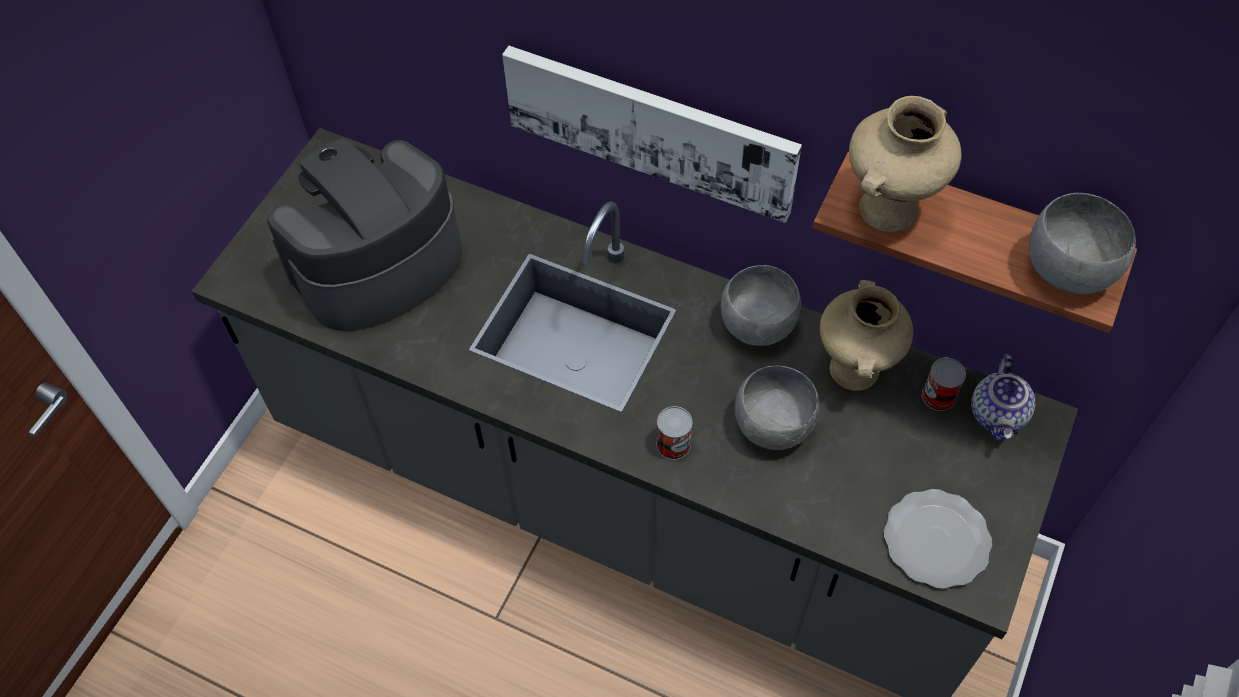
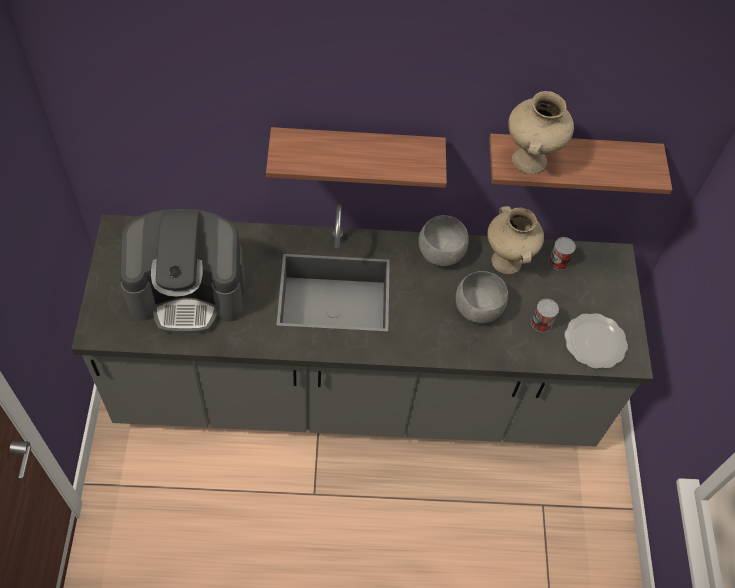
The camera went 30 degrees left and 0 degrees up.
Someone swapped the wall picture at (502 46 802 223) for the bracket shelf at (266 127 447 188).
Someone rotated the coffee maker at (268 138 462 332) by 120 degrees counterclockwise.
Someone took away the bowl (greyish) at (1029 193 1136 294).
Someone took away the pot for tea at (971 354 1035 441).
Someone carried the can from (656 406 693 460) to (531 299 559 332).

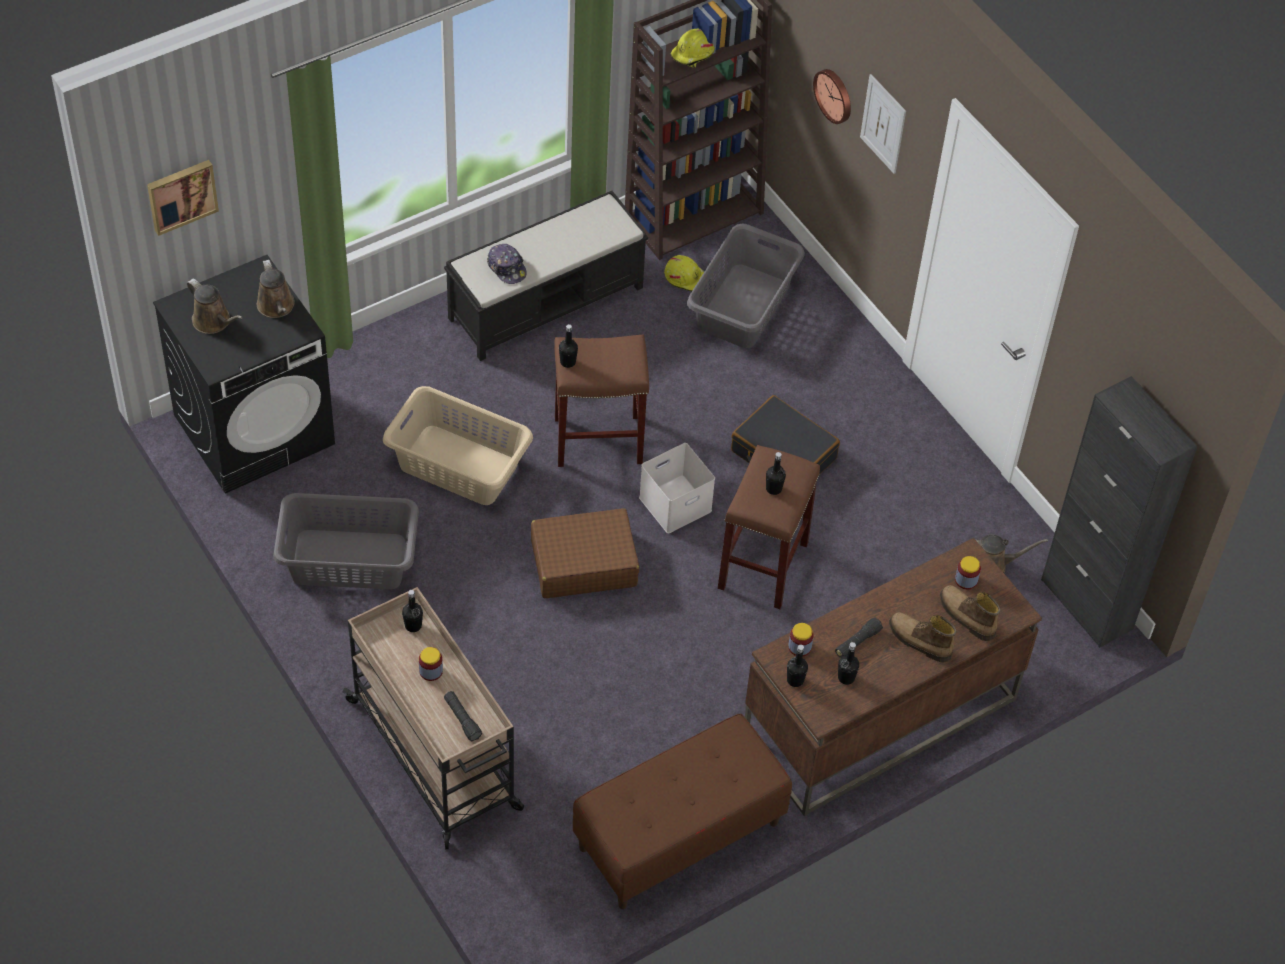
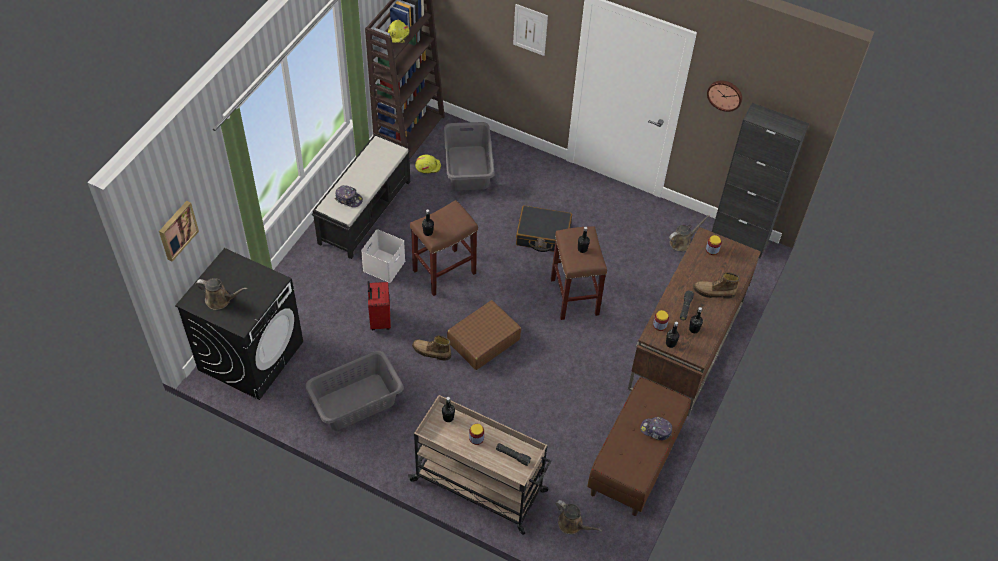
The camera went 30 degrees left and 0 degrees up.
Someone carried the wall clock from (813 69 851 124) to (707 81 742 112).
Someone carried the watering pot (brown) from (257 260 295 318) to (555 500 602 534).
Someone swapped the washing basket (beige-coloured) at (383 386 533 505) for the suitcase (red-coloured) at (368 281 391 330).
Someone carried the storage box (white) from (639 443 715 533) to (361 229 405 283).
Someone carried the high-top boot from (940 585 1001 641) to (412 336 451 360).
Someone put down the baseball cap at (640 417 672 440).

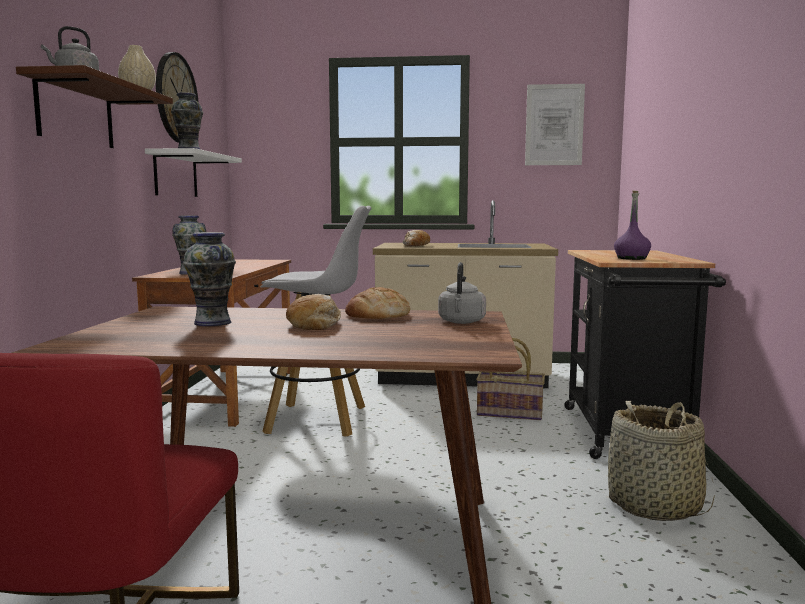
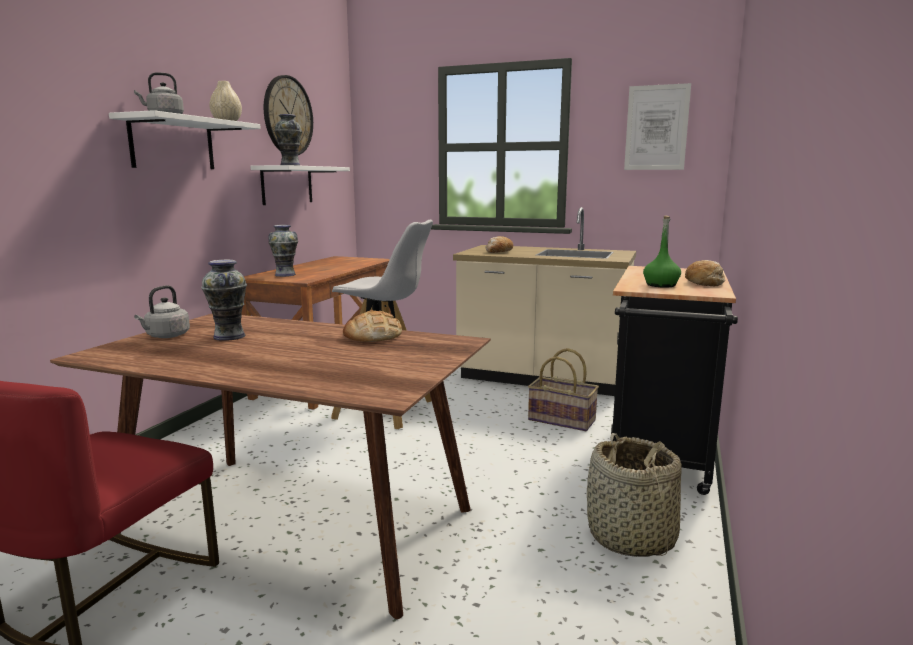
The camera went 15 degrees right and 5 degrees up.
Someone repainted the bracket shelf (brown) at (16 65 173 148), which became the bracket shelf (white) at (109 110 261 169).
Someone repainted the beverage bottle (purple-coloured) at (614 191 651 260), which became the beverage bottle (greenish) at (643 216 681 288).
Someone carried the kettle (greyish) from (438 262 486 324) to (134 285 190 338).
Someone carried the bread from (286 294 341 330) to (685 260 725 286).

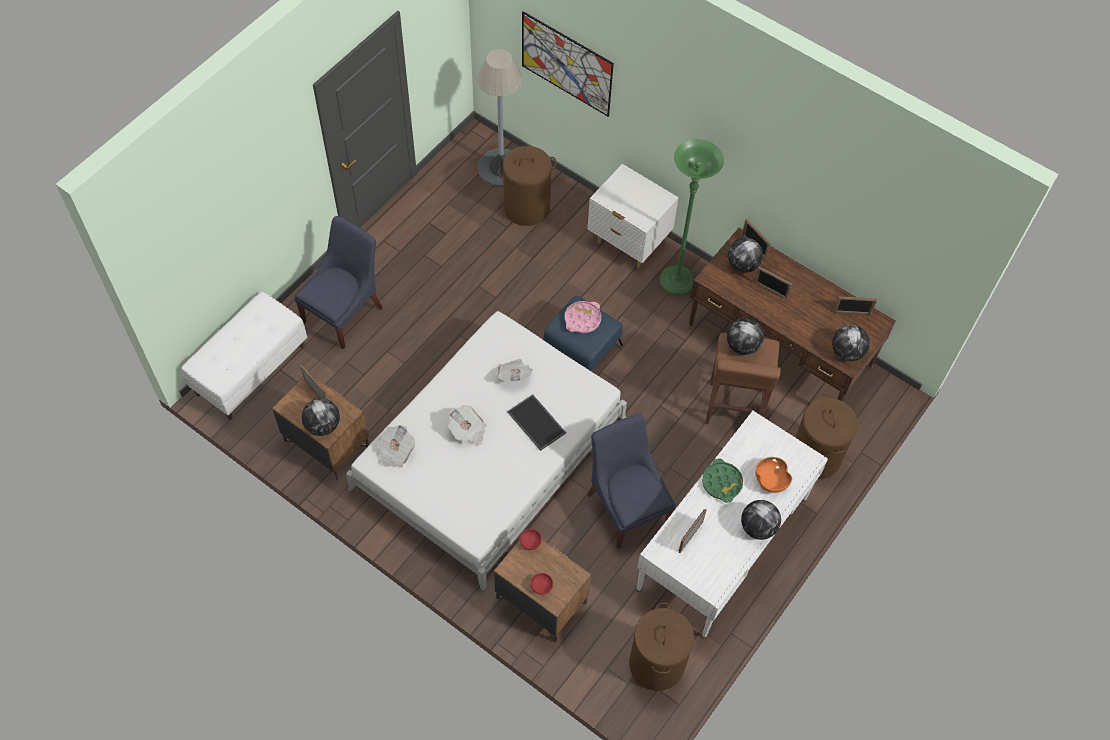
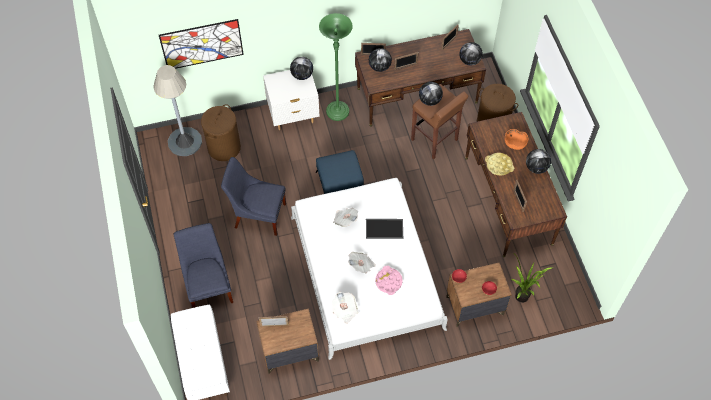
The camera went 50 degrees left and 0 degrees up.
Someone carried the carrying tray (pinkish) from (565 301 601 333) to (375 266 403 295).
Someone carried the desk globe from (302 398 340 436) to (290 57 313 80).
Someone repainted the desk table (white) at (636 411 828 639), which became the desk table (brown) at (465 112 567 257).
Someone carried the upright chair (blue-coloured) from (587 414 676 549) to (221 157 286 236).
Someone repainted the carrying tray (greenish) at (702 459 743 503), which became the carrying tray (yellow-coloured) at (485 153 515 176).
Someone took away the washing basket (brown) at (629 602 694 691).
Someone put down the plant in a pot at (511 256 554 303).

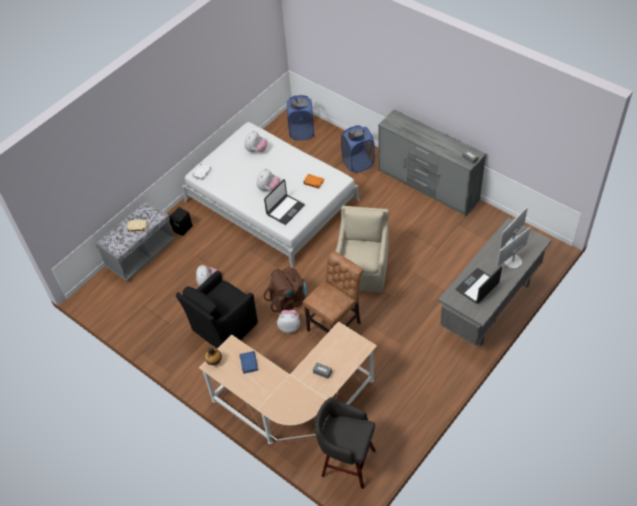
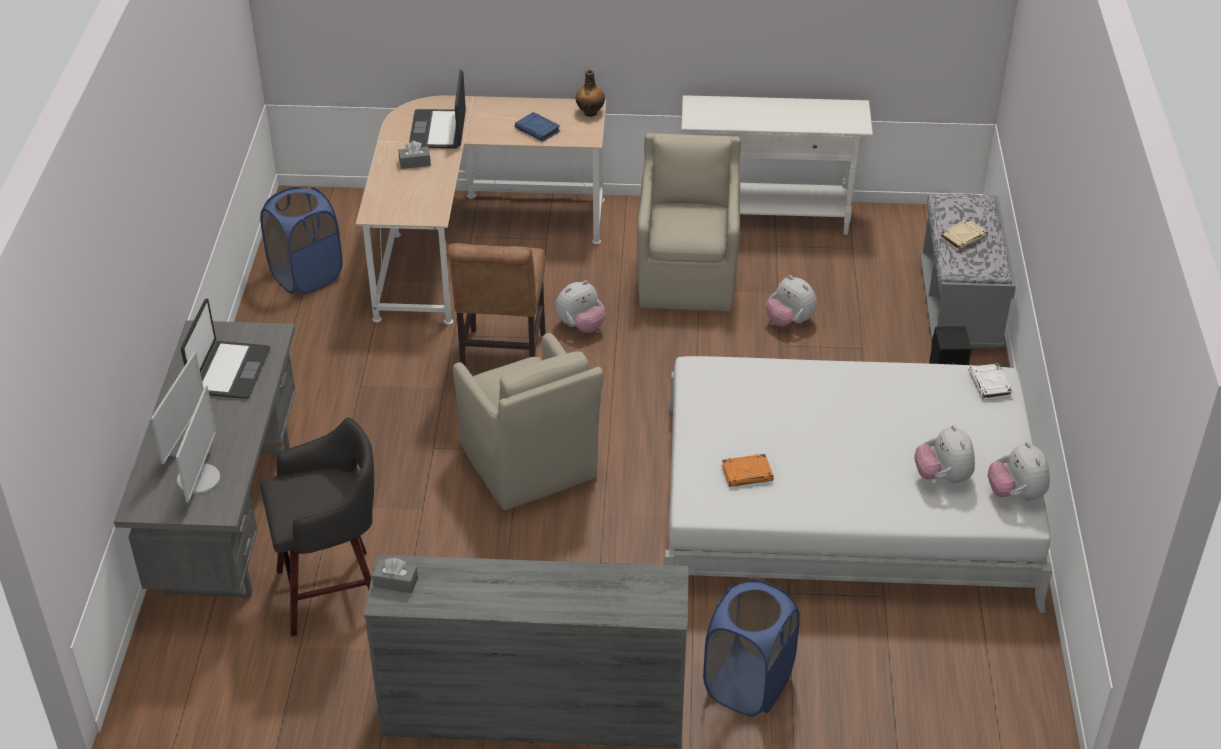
The camera went 140 degrees right and 10 degrees down.
Someone carried the washing basket (blue-coloured) from (287 95 314 140) to (260 187 343 294).
Someone carried the plush toy from (257 169 280 191) to (987 442 1050 501).
Someone carried the notebook computer from (264 179 305 225) to (409 70 466 148).
Someone took away the backpack (brown) at (264 267 307 313).
Someone repainted the easy chair (blackish) at (176 271 258 349), which became the easy chair (beige-coloured) at (637 133 741 311).
Someone carried the stool seat (greyish) from (315 397 376 489) to (260 417 374 637).
Someone put down the hall table (white) at (681 95 873 235).

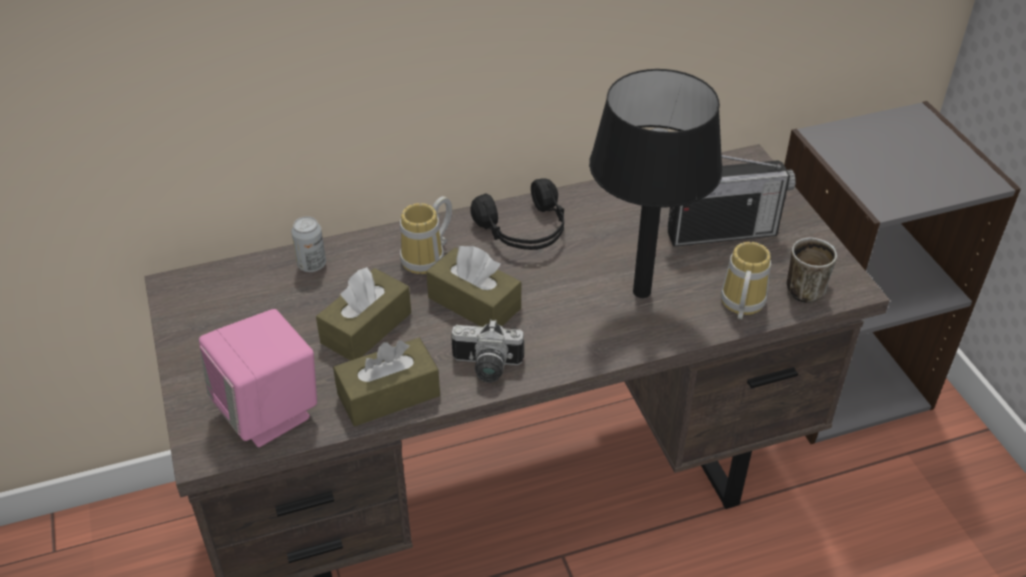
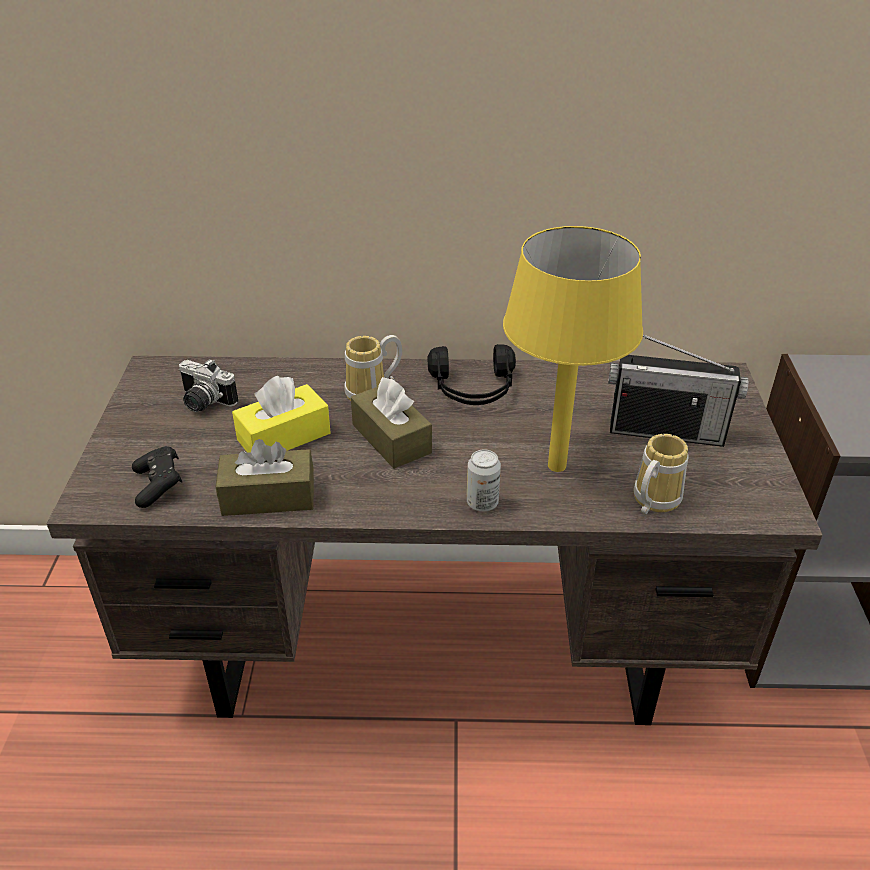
The camera went 20 degrees right and 5 degrees down.
Someone repainted the lamp for a table (blackish) at (589 69 723 298), which became the lamp for a table (yellow-coloured) at (503 226 643 472).
Someone carried the can from (291 216 326 272) to (467 449 501 512).
Someone took away the mug at (787 237 837 303).
Someone repainted the tissue holder (brown) at (316 267 411 361), which became the tissue holder (yellow-coloured) at (232 376 331 453).
Someone swapped the speaker (pinkish) at (199 309 317 447) for the joypad (blackish) at (132 446 182 508).
Someone carried the still camera from (451 319 524 383) to (178 359 238 412).

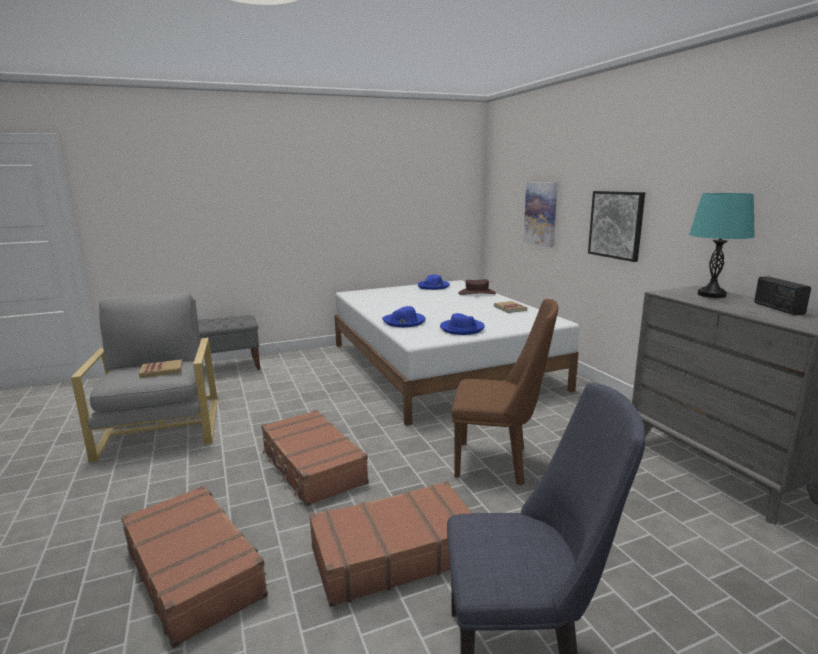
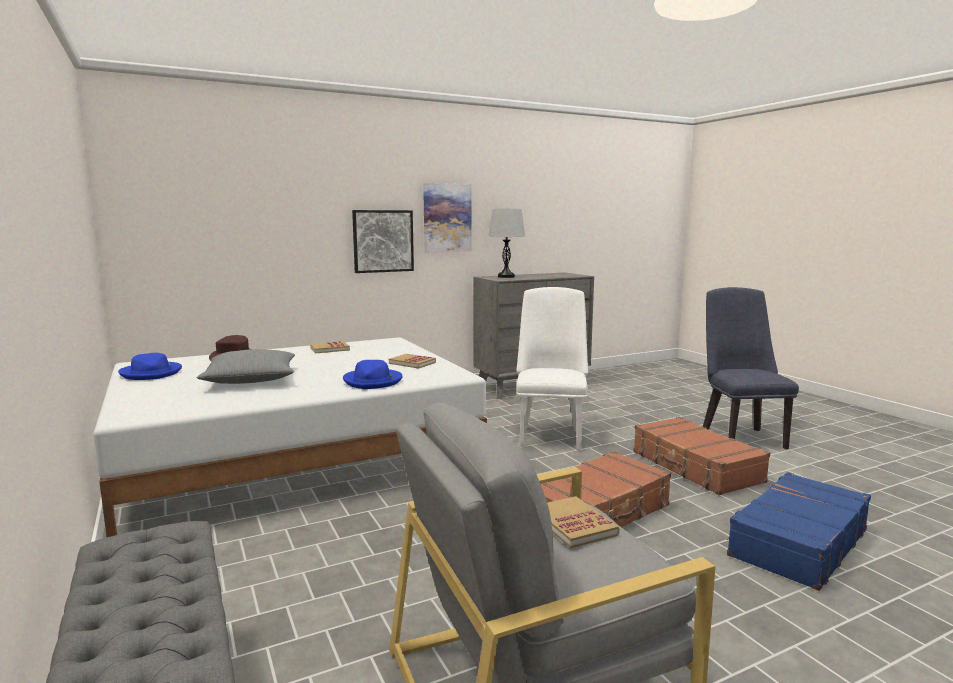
The camera went 95 degrees left and 5 degrees down.
Someone carried the wall picture from (523 182 558 247) to (423 183 471 252).
Someone repainted the lamp for a table (turquoise) at (689 193 755 298), which became the lamp for a table (greyish) at (488 209 526 278).
Someone took away the radio at (754 276 811 315).
Someone repainted the upright chair (brown) at (452 299 558 486), which became the upright chair (white) at (516 287 588 450).
Someone swapped the wearable hat (blue-coloured) at (440 313 485 335) for the book at (389 354 436 369).
Someone repainted the suitcase (brown) at (121 485 268 648), which became the suitcase (blue-coloured) at (727 472 871 591).
Someone put down the pillow (greyish) at (197 349 295 384).

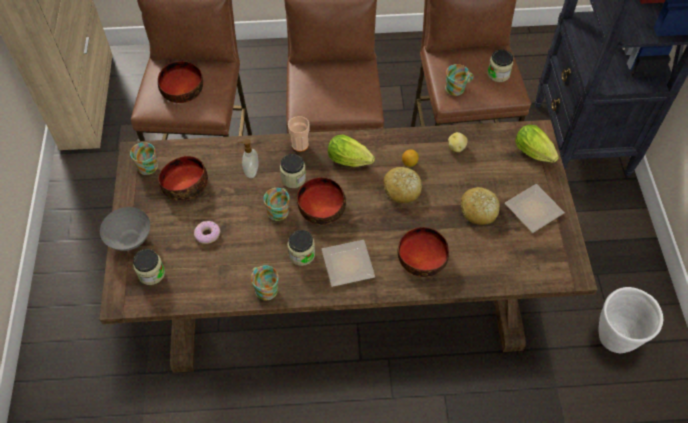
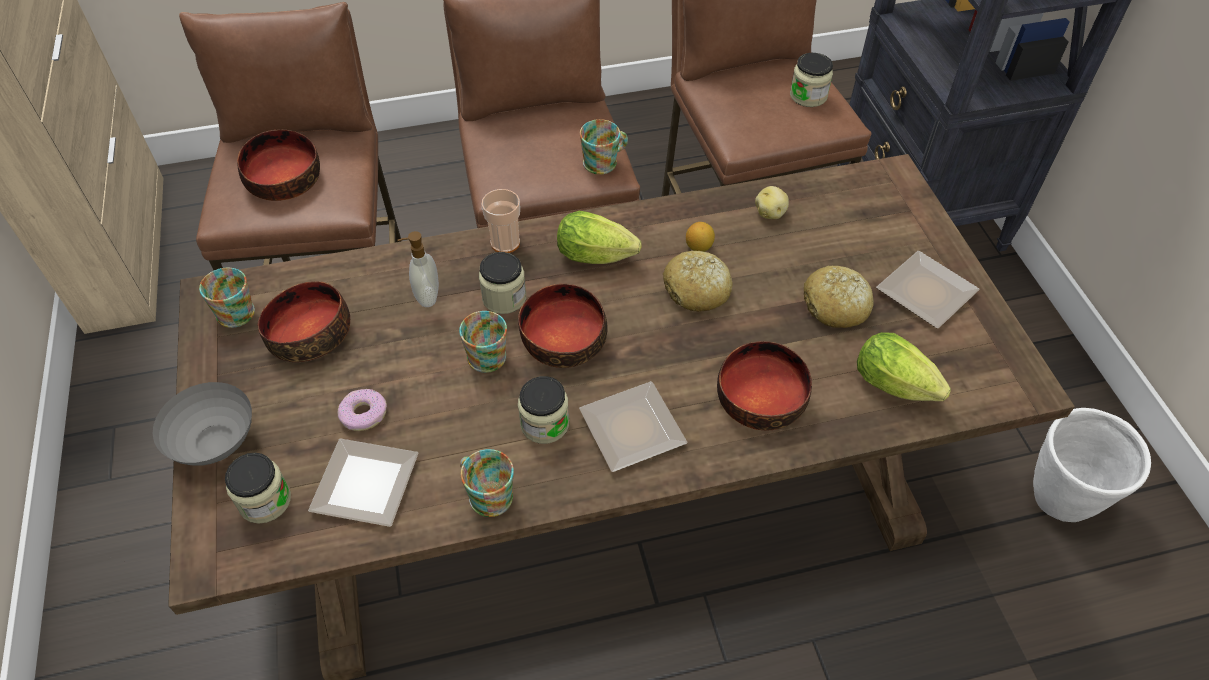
The camera went 10 degrees left and 5 degrees down.
Someone carried the mug from (445 64 473 96) to (580 119 628 175).
Someone carried the lettuce head from (515 125 559 163) to (857 332 951 401).
Someone put down the flat dish at (308 438 418 527).

